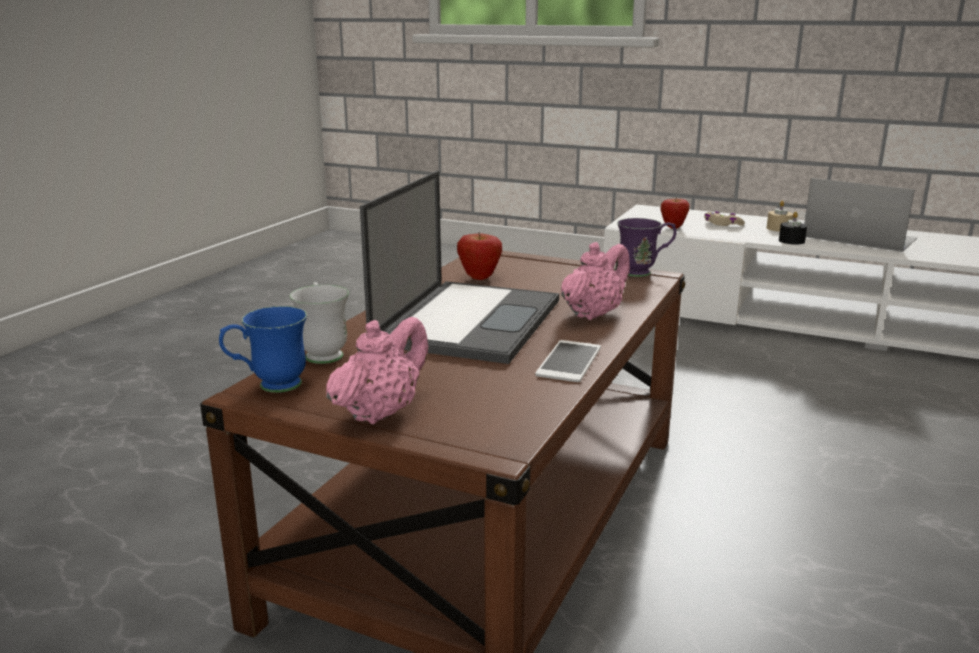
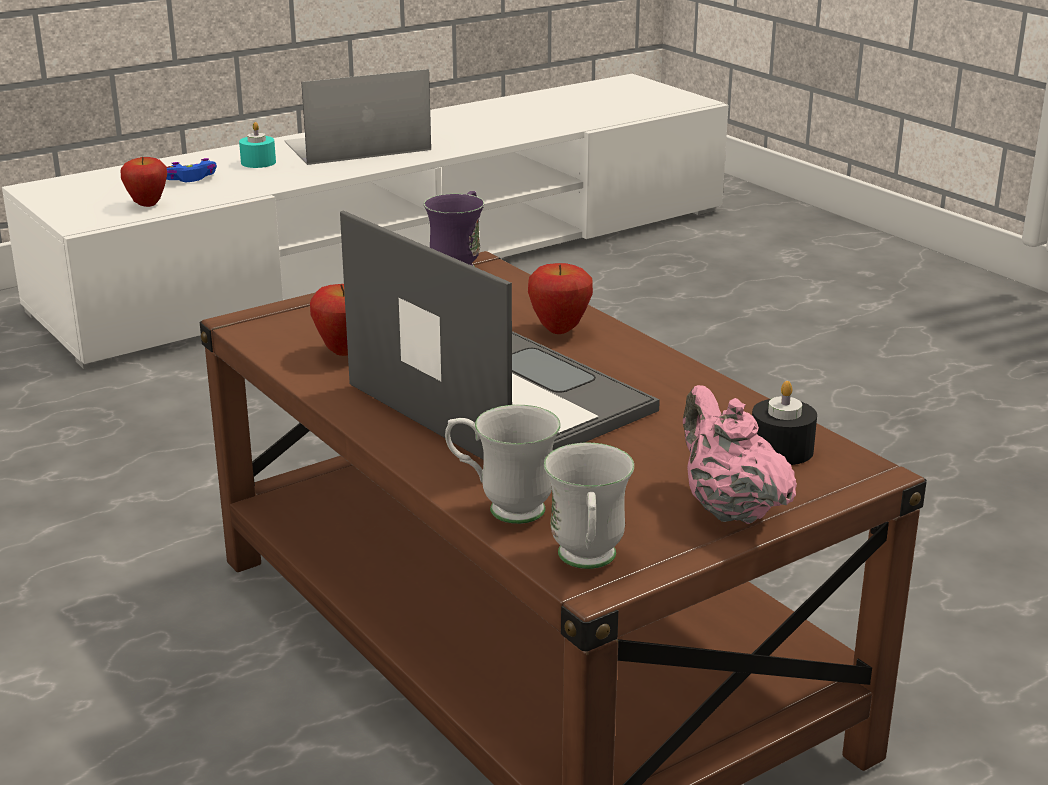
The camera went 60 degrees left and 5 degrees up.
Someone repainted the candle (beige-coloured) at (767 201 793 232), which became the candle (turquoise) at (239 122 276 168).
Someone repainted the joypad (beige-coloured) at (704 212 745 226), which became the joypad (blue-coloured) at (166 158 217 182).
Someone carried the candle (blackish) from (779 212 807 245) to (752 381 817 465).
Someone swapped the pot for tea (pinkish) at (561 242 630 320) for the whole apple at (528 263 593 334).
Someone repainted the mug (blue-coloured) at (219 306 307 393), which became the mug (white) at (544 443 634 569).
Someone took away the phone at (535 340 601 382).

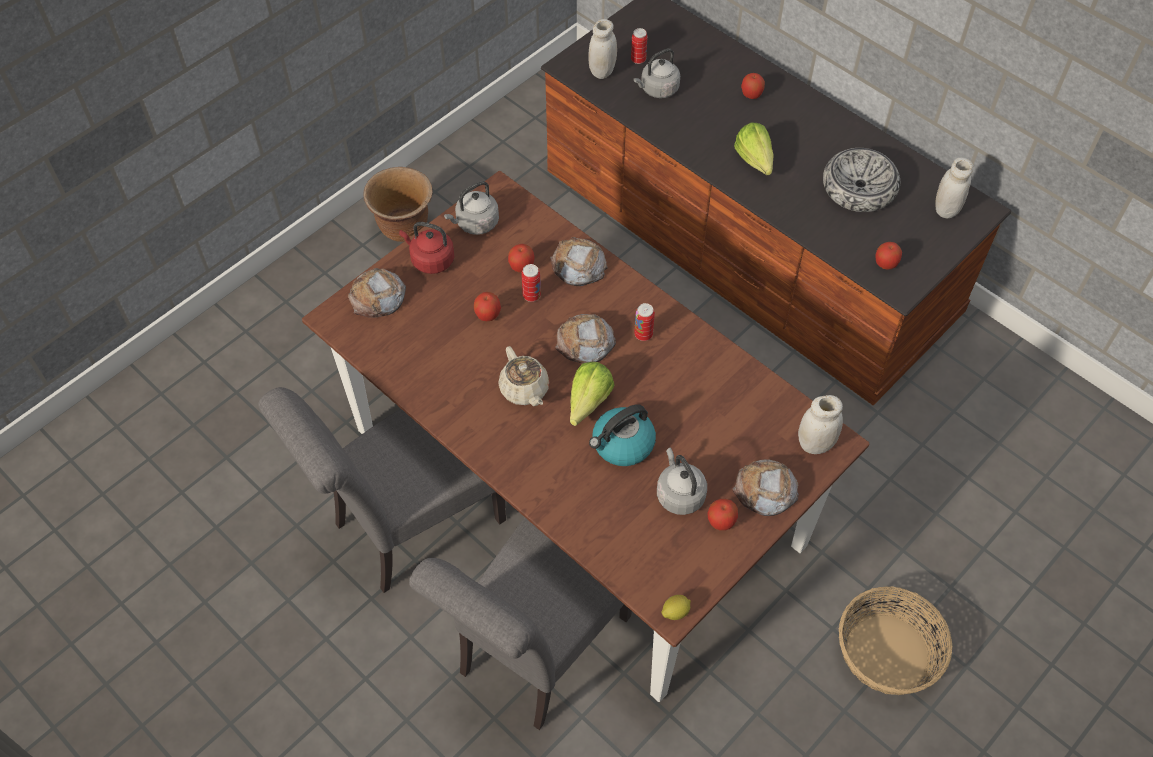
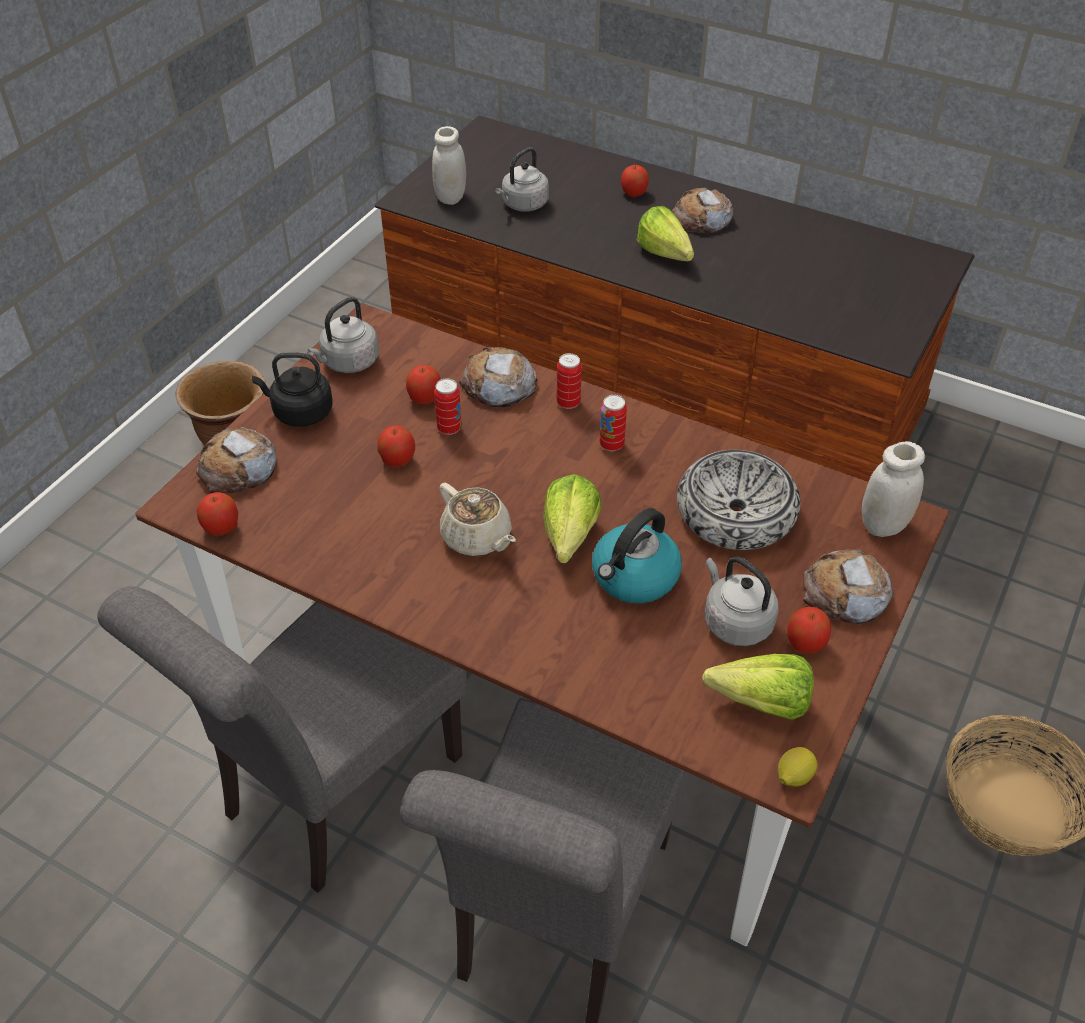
The camera went 15 degrees left and 10 degrees down.
Someone carried the can from (631 28 648 64) to (557 353 582 409).
Someone carried the bowl from (823 148 900 212) to (677 450 800 550).
Someone took away the storage jar (white) at (935 158 973 218).
Someone repainted the kettle (red-coloured) at (399 222 454 274), which became the kettle (blackish) at (252 352 333 427).
Someone carried the whole apple from (875 242 902 270) to (196 492 238 535).
Someone carried the bread from (555 314 616 364) to (672 188 734 233).
Someone put down the lettuce head at (702 654 814 720).

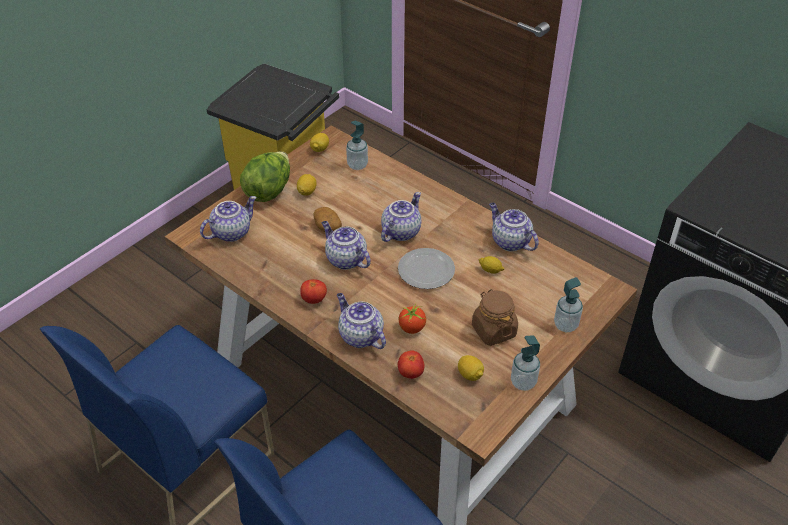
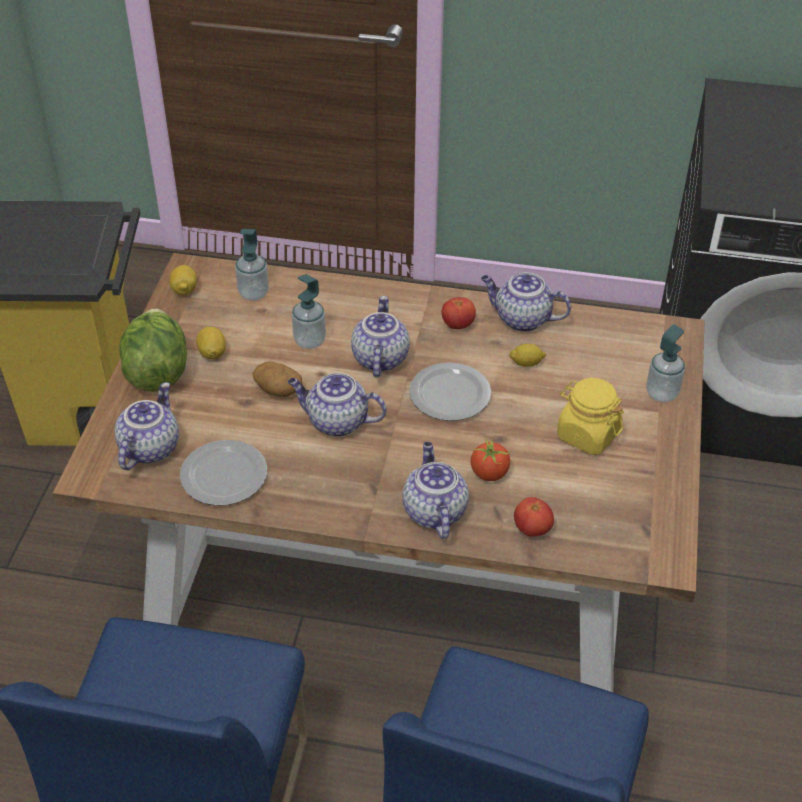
The camera went 30 degrees left and 0 degrees up.
Someone carried the whole tomato from (300 279 327 304) to (442 297 476 329).
Someone repainted the storage jar (brown) at (472 289 518 346), which became the storage jar (yellow-coloured) at (557 378 624 455).
Someone rotated the pot for tea at (337 293 386 349) by 60 degrees clockwise.
Someone carried the soap dispenser from (511 335 540 391) to (292 274 326 349).
Someone took away the citrus fruit at (458 355 484 381).
Someone put down the flat dish at (180 440 267 506).

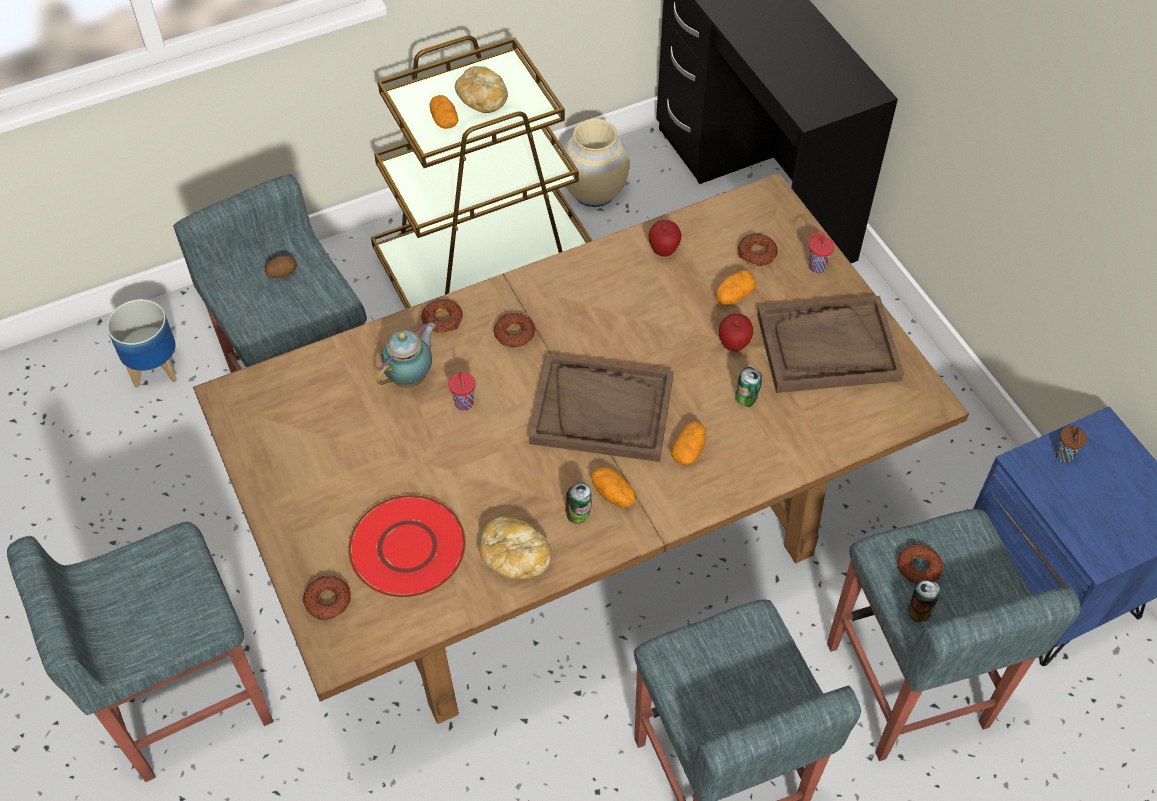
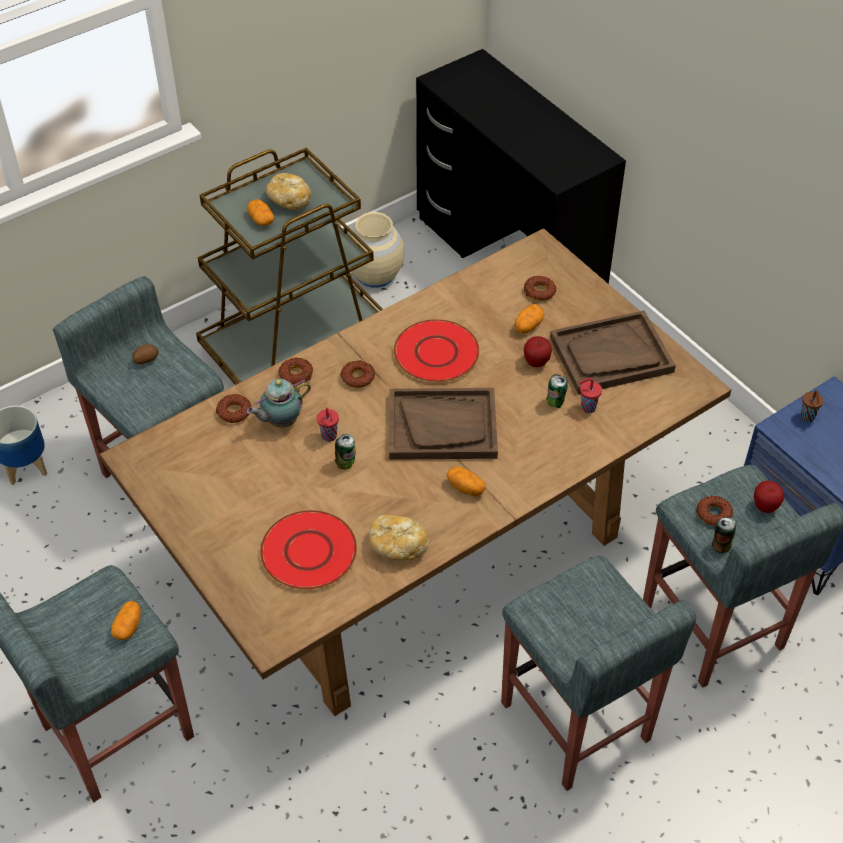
The camera went 10 degrees left and 5 degrees down.
Someone carried the whole apple from (648 220 682 257) to (754 481 785 513).
Someone carried the small cup (red-coloured) from (808 232 834 273) to (579 378 602 413).
Someone rotated the pot for tea at (377 323 436 388) by 150 degrees counterclockwise.
Someone carried the whole potato from (671 421 706 465) to (111 601 141 640).
Someone carried the can from (565 482 592 524) to (335 434 356 469).
Someone carried the donut from (302 575 351 620) to (216 394 251 423).
Someone put down the flat dish (red-coloured) at (394 319 480 382).

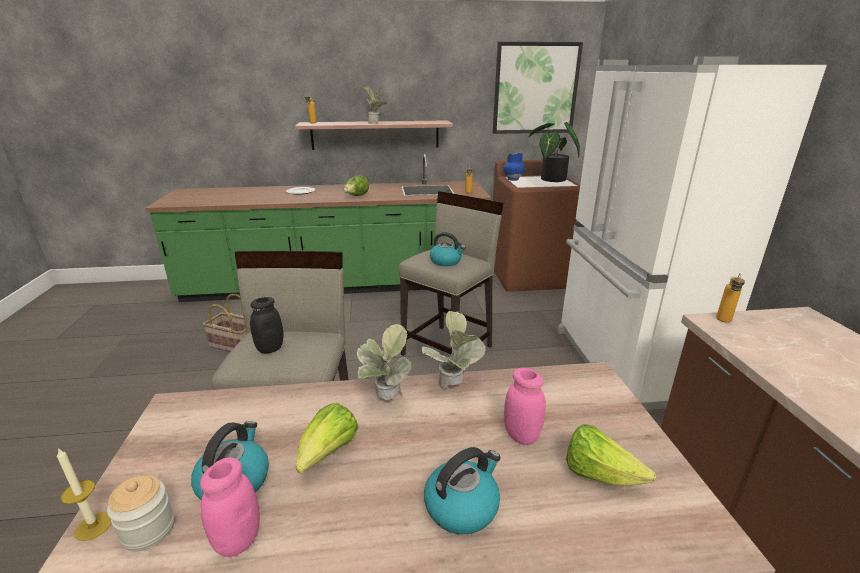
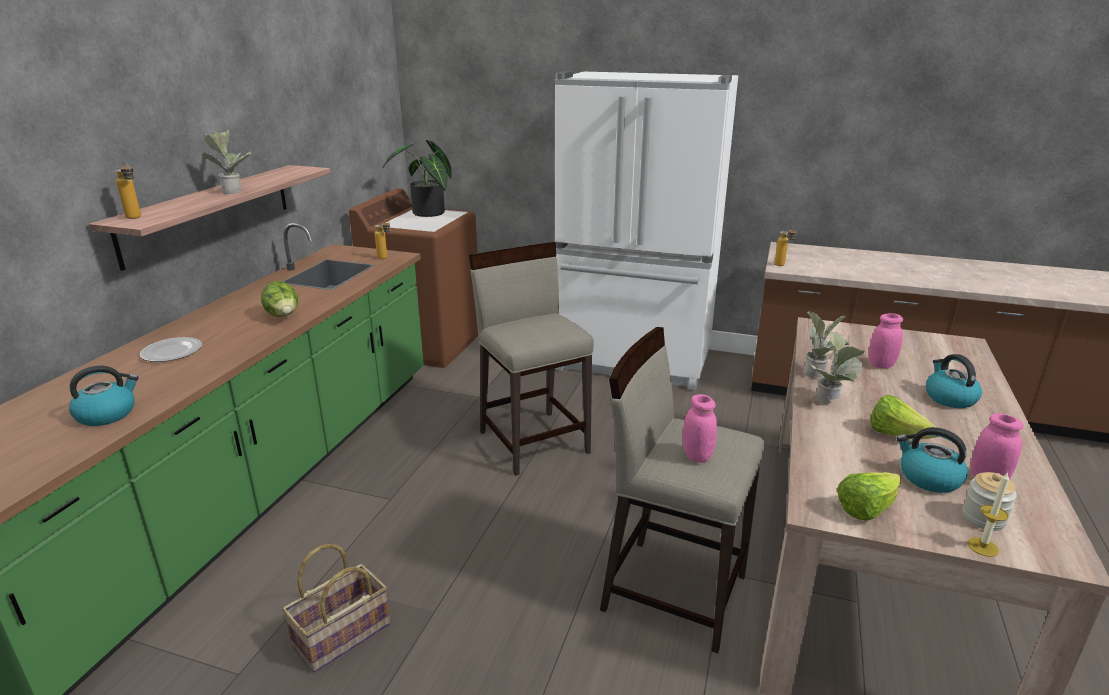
The camera went 65 degrees left and 0 degrees up.
Someone took away the wall picture at (493 42 583 134).
Someone took away the vase (blue-coloured) at (503 153 525 181).
Someone carried the kettle from (430 232 466 266) to (69 365 139 426).
Someone repainted the storage jar (blackish) at (250 297 284 354), which became the storage jar (pinkish) at (683 394 717 463).
Someone carried the lettuce head from (566 424 656 486) to (837 472 901 521).

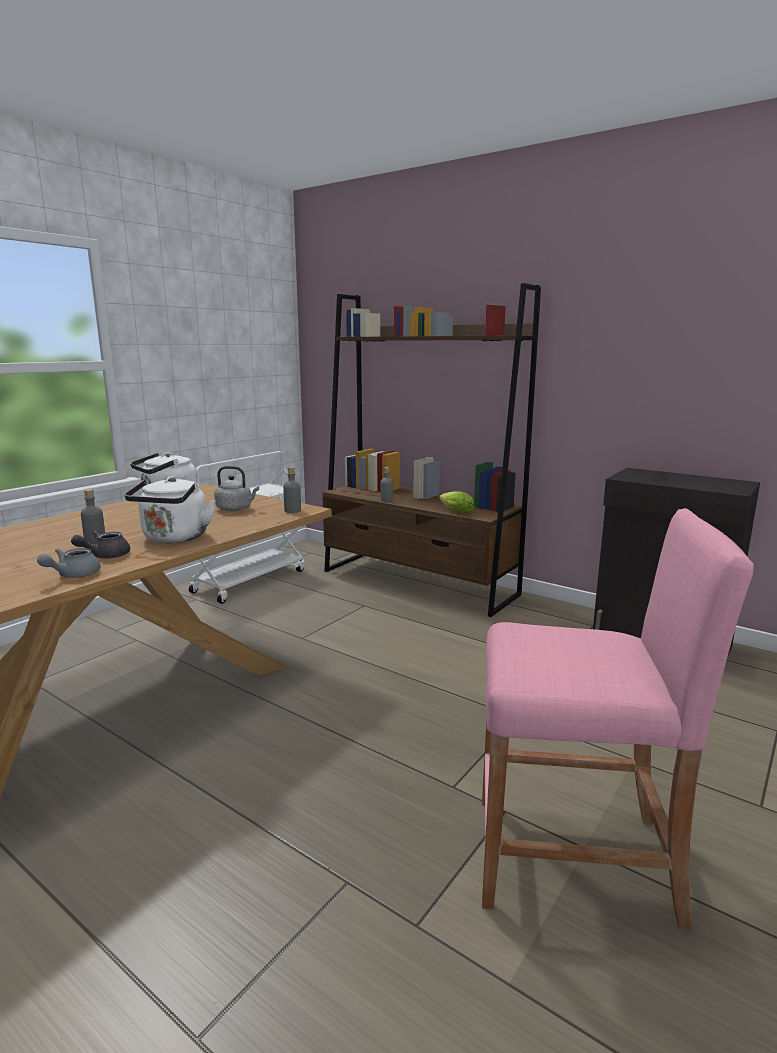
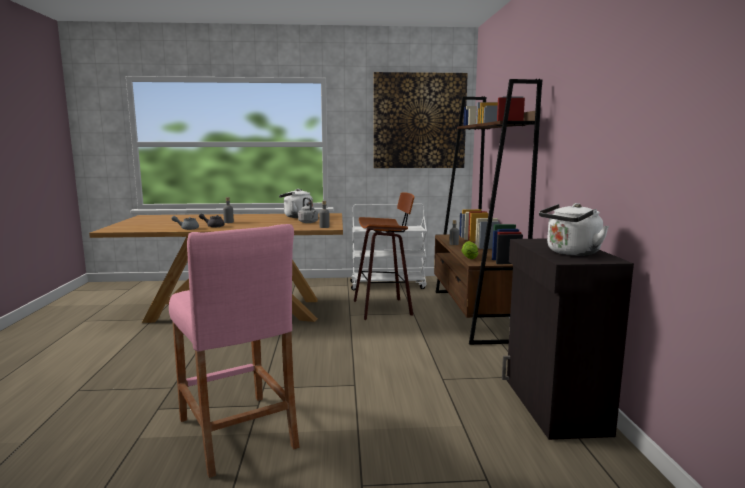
The camera went 50 degrees right and 5 degrees down.
Someone carried the kettle (white) from (124 476 216 543) to (539 203 609 256).
Someone put up the wall picture at (374 72 468 168).
Someone put down the stool seat at (354 192 415 320).

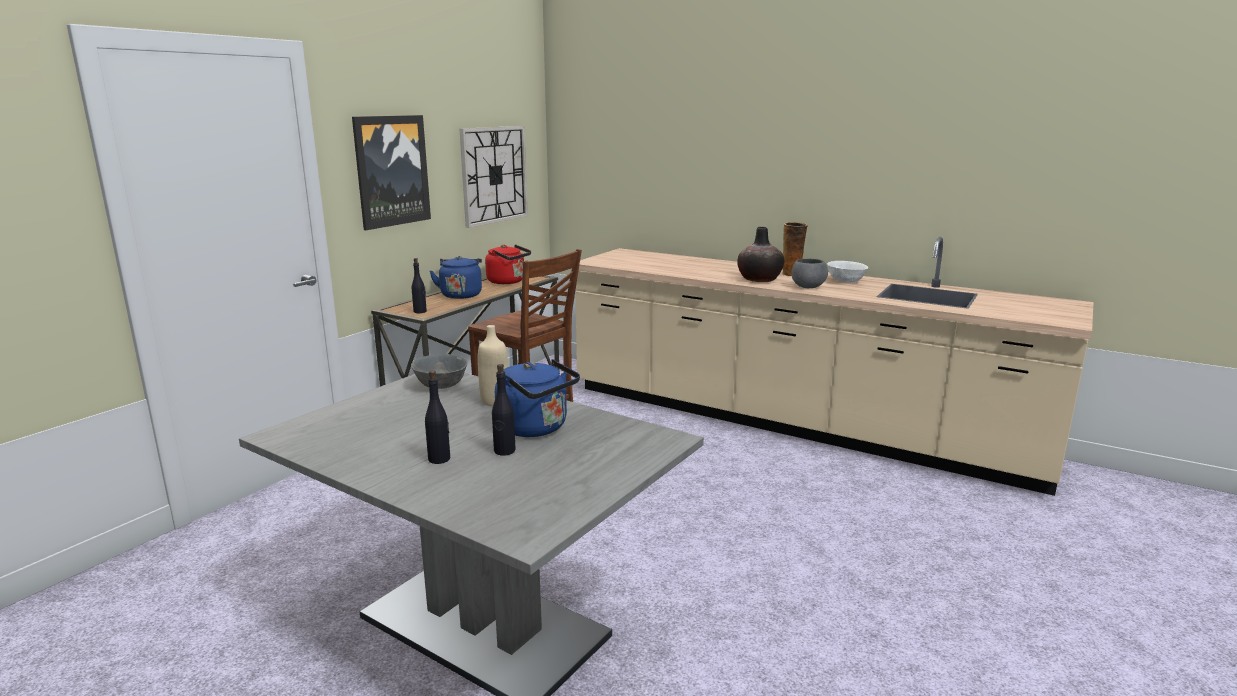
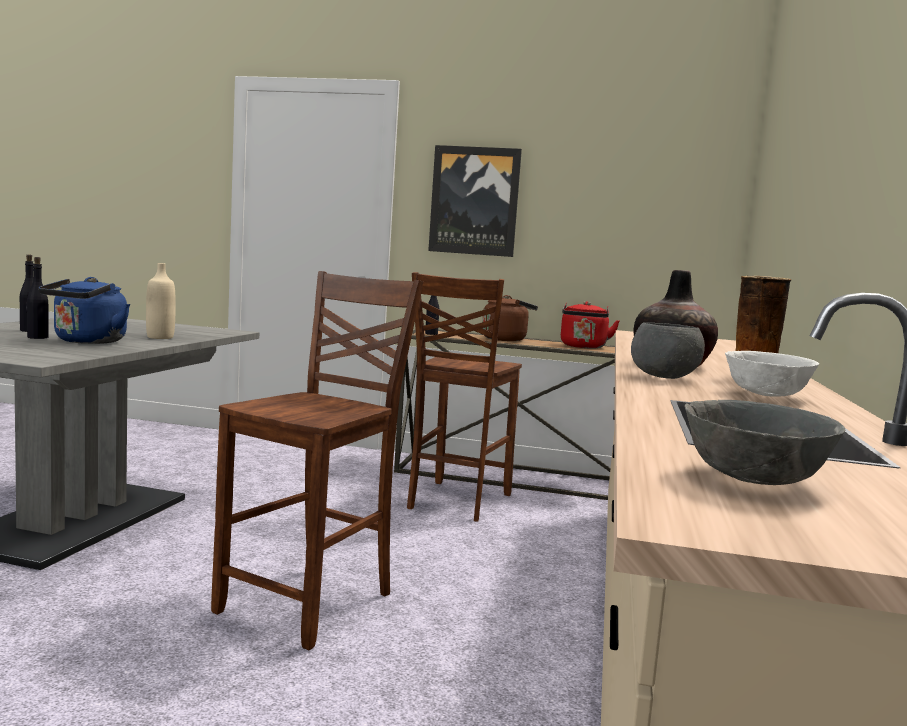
The camera went 70 degrees right and 10 degrees down.
Someone took away the wall clock at (460 126 528 228).
Someone repainted the kettle (blue-coloured) at (430 256 482 299), which became the kettle (brown) at (482 295 538 341).
Someone carried the bowl (greyish) from (411 354 468 389) to (684 400 846 485).
Someone put down the upright chair (brown) at (211 271 423 650).

